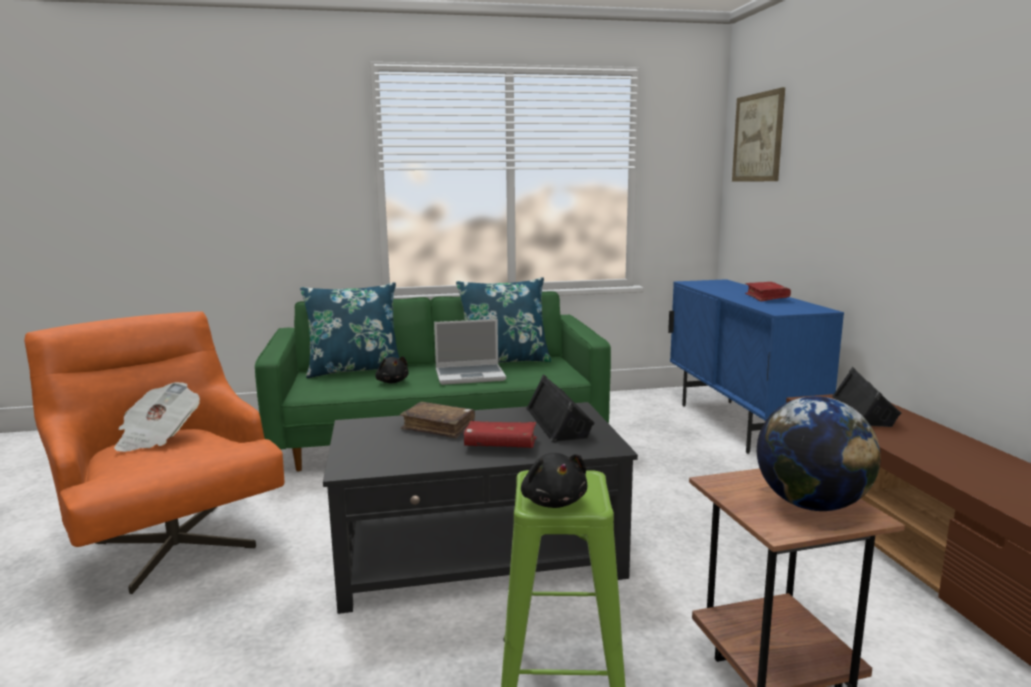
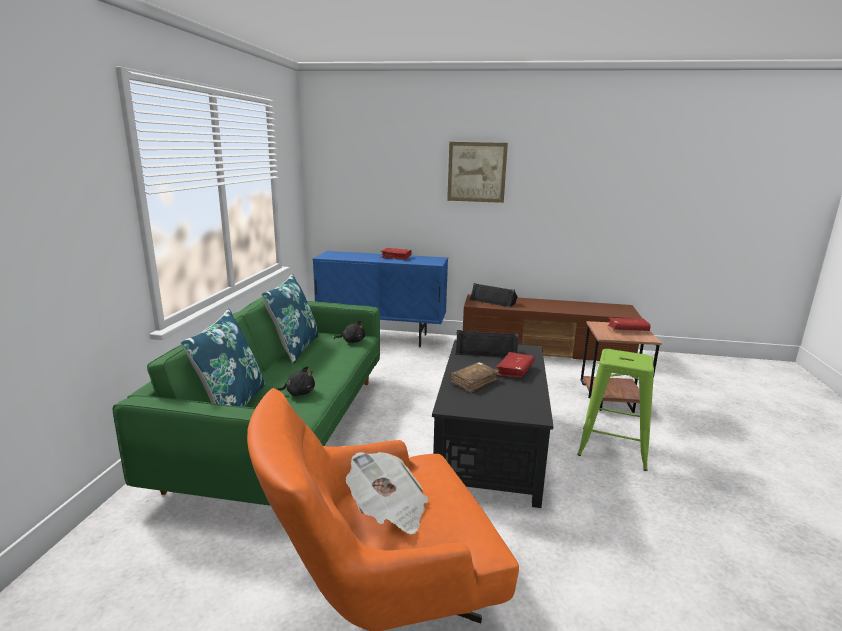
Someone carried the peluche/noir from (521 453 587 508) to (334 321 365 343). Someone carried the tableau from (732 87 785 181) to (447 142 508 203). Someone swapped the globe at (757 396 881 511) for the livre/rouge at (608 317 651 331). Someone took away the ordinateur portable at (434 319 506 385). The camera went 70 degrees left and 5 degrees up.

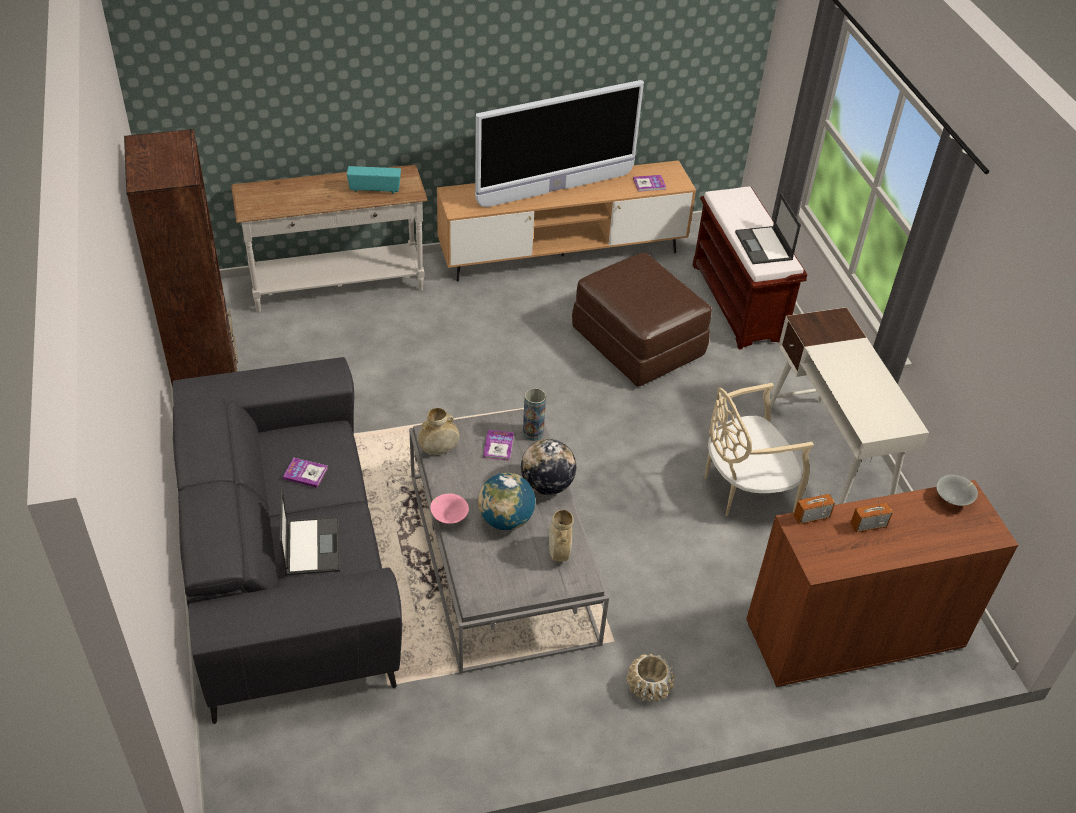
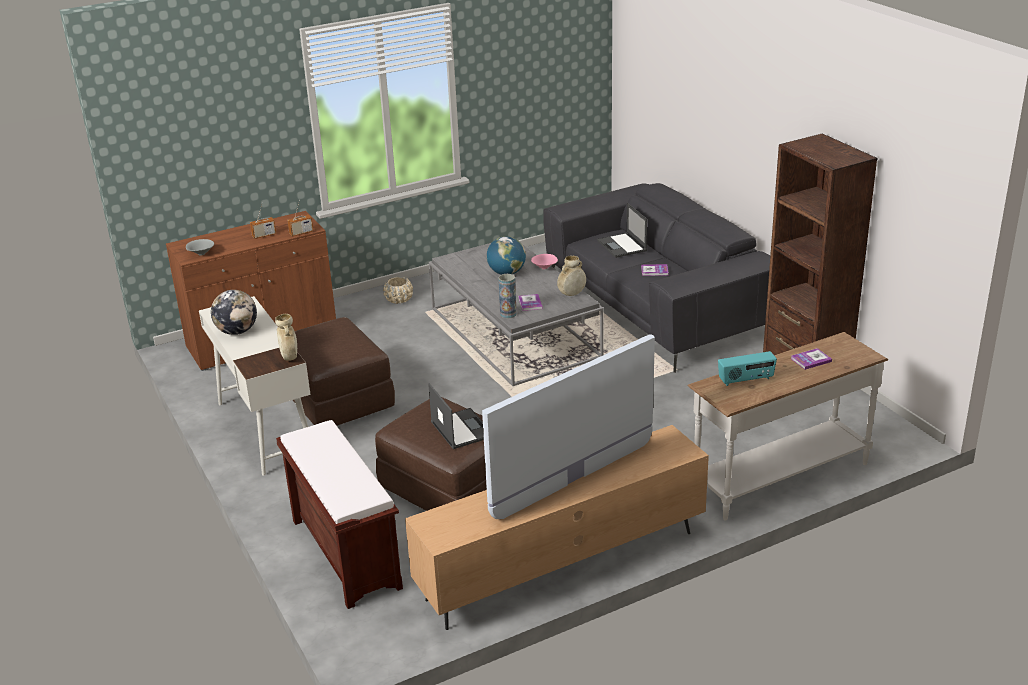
Someone carried the globe from (521 439 576 495) to (211 290 257 335). Someone carried the vase/beige from (549 510 574 562) to (275 314 297 361). Someone swapped the chaise/beige at (704 383 814 516) for the pouf/marron at (293 317 395 426). Someone carried the ordinateur portable from (735 193 801 264) to (428 383 484 449). Someone carried the livre from (633 175 666 192) to (791 348 832 370). The camera went 170 degrees right and 15 degrees down.

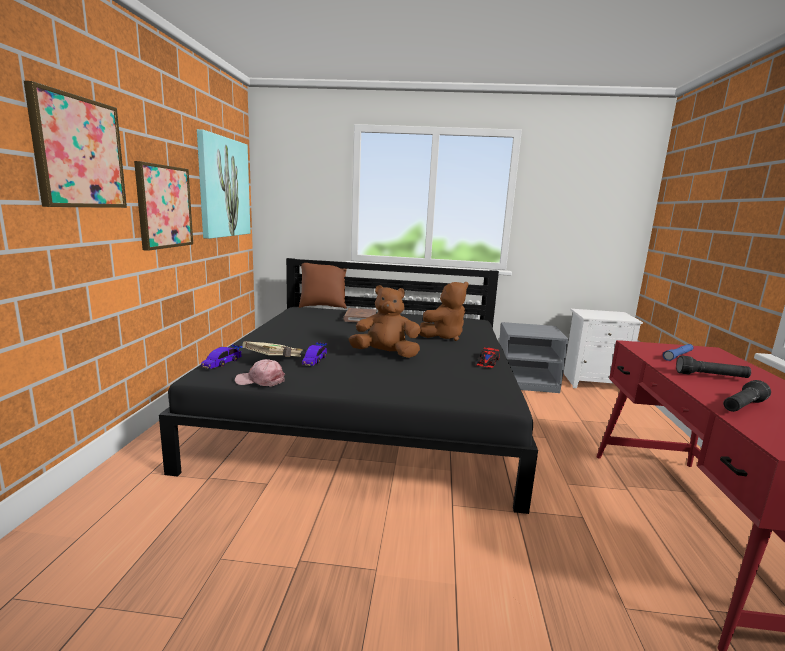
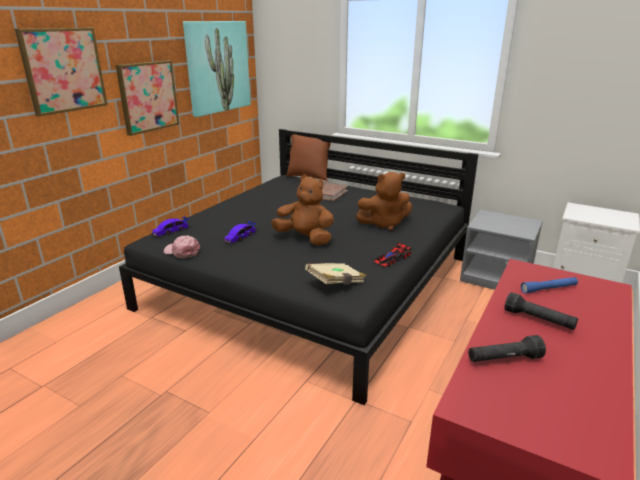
Someone carried the livre/beige from (242 341 303 357) to (305 263 366 285). The camera went 25 degrees right and 10 degrees up.

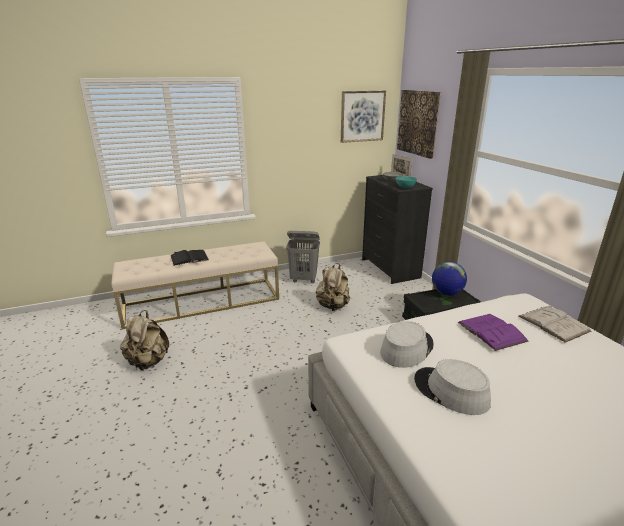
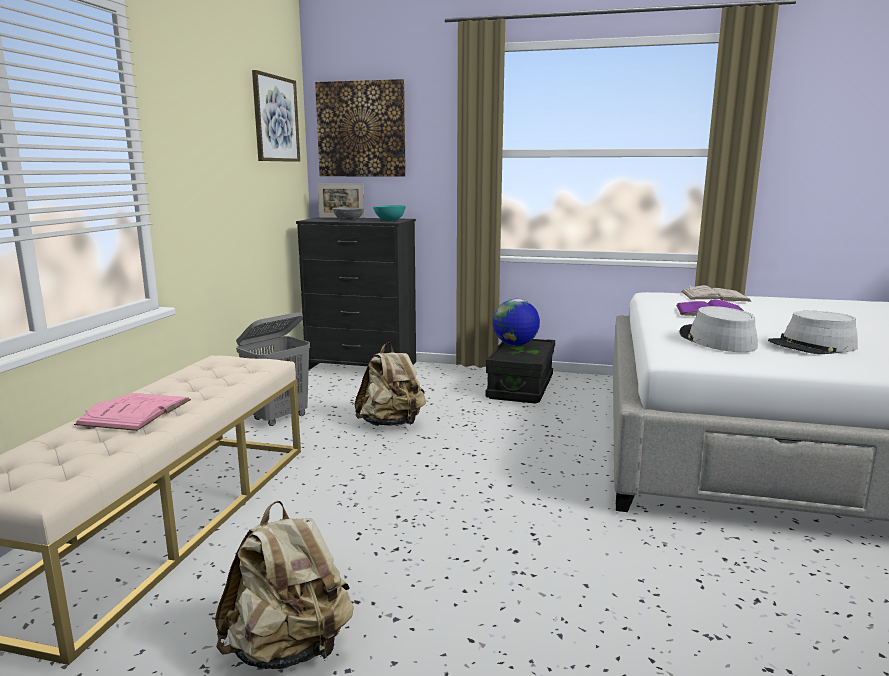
Someone repainted the livre/noir at (170 250 209 266), which became the livre/rose at (74 393 191 431). The camera went 55 degrees left and 10 degrees down.

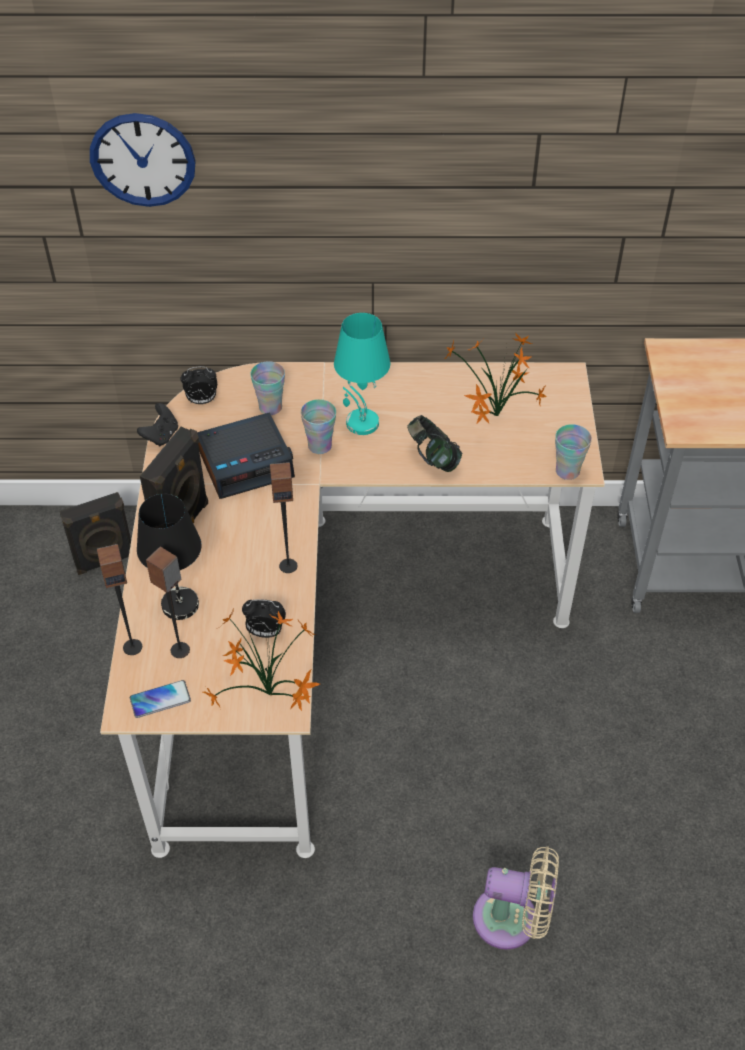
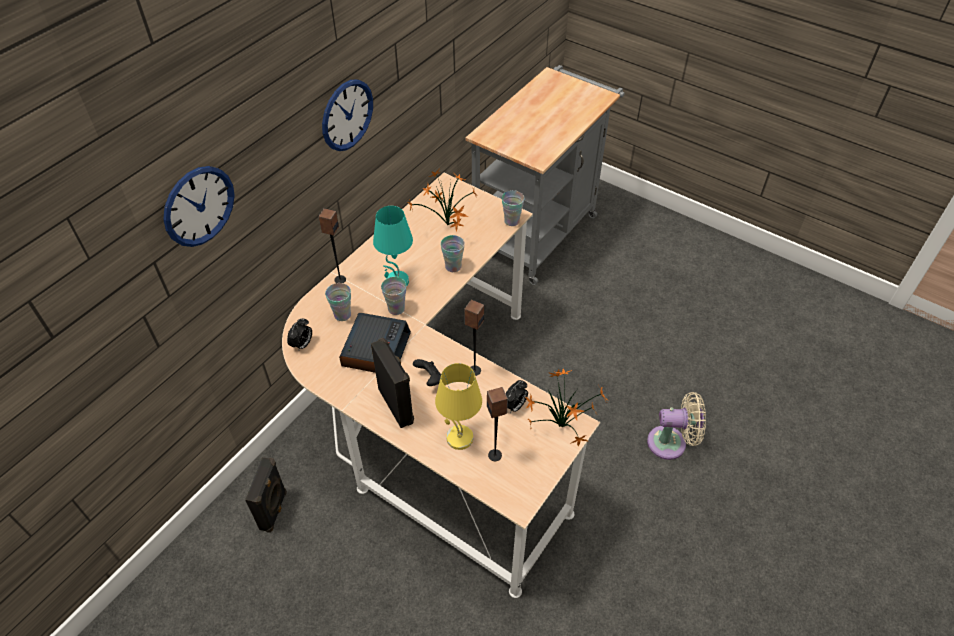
Someone carried the enceinte from (97 544 142 655) to (318 208 346 283). Someone put up the horloge murale at (322 80 373 151). Someone carried the manette/noir from (137 403 178 447) to (413 359 441 386). Someone repainted the lampe de table/noir at (137 494 202 620), which became the lampe de table/jaune at (435 363 482 450). Someone swapped the casque audio at (407 415 462 472) for the tasse at (441 235 465 272). Someone rotated the ventilateur/beige at (473 846 559 950) by 45 degrees clockwise. Someone took away the téléphone at (130 680 191 718). The camera went 55 degrees left and 0 degrees up.

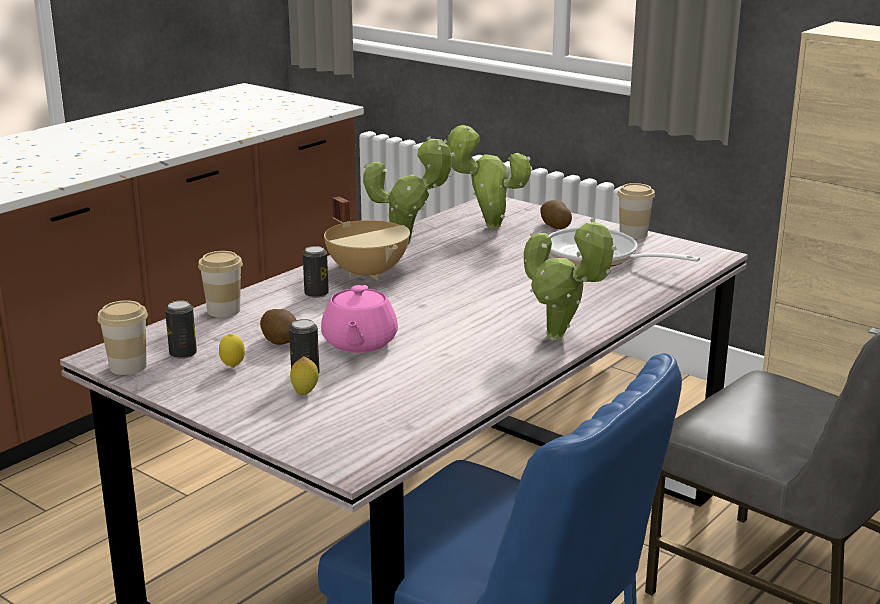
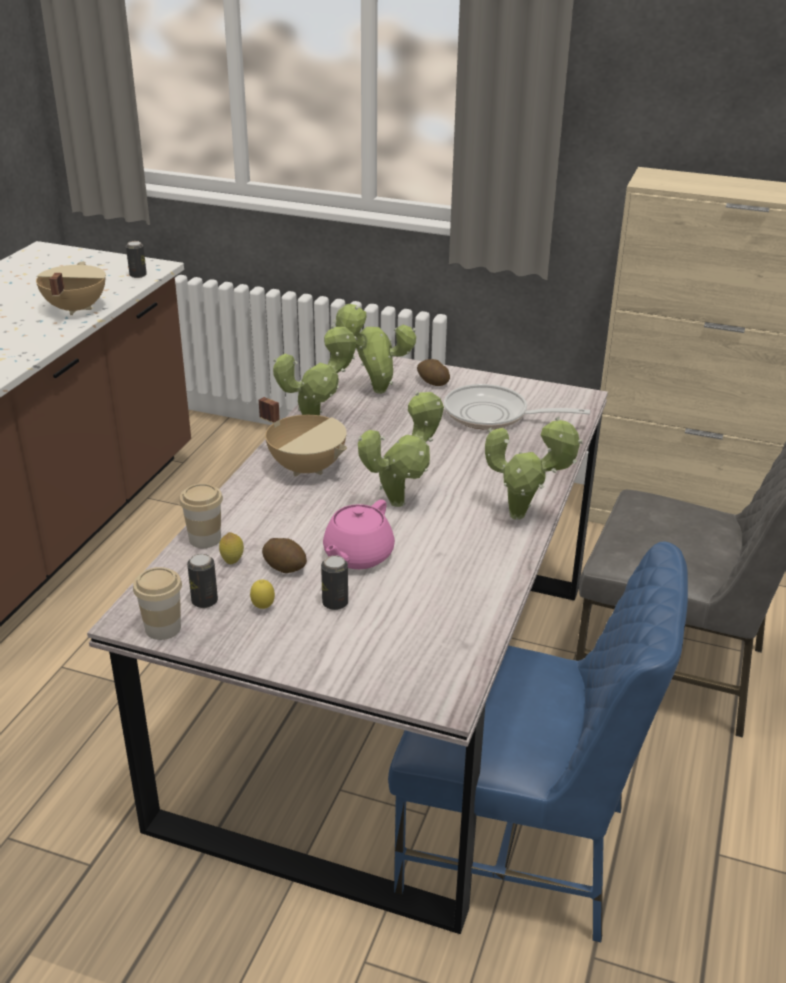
Someone put down the marmite/beige at (36 262 106 315). Someone carried the boîte métallique from (303 246 329 298) to (126 241 147 278). Someone carried the citron from (290 356 318 395) to (219 532 244 564). Someone rotated the théière/rose at (321 285 398 353) by 45 degrees clockwise. Someone put down the plante en pot at (358 391 444 507). Someone took away the tasse at (617 183 655 239). The camera went 20 degrees left and 10 degrees up.

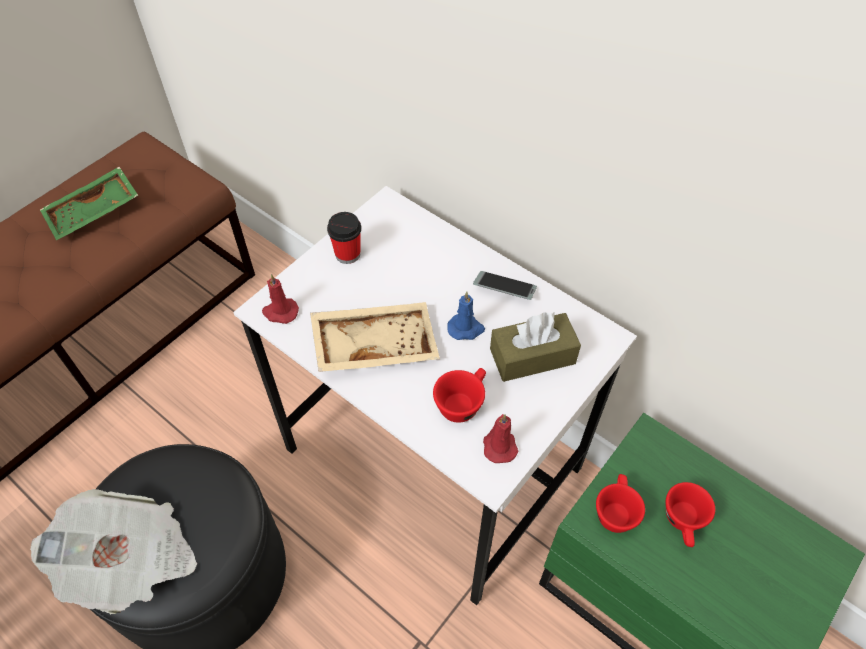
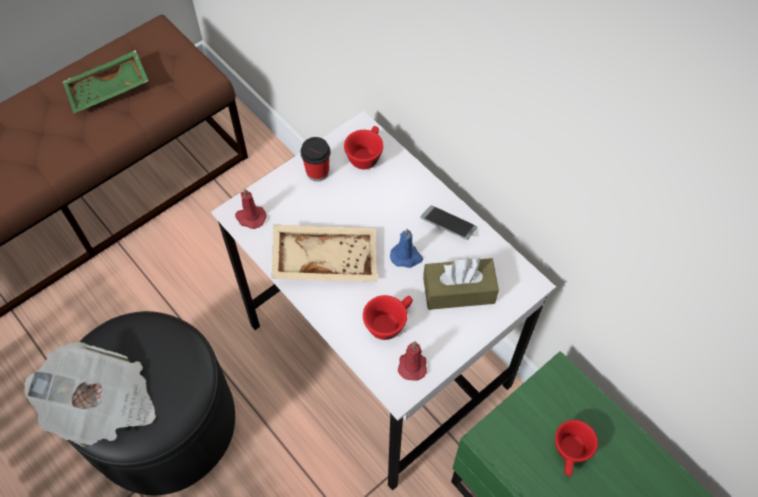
Someone carried the tasse/rouge from (596 474 645 533) to (344 126 383 169). The camera went 10 degrees right and 5 degrees up.

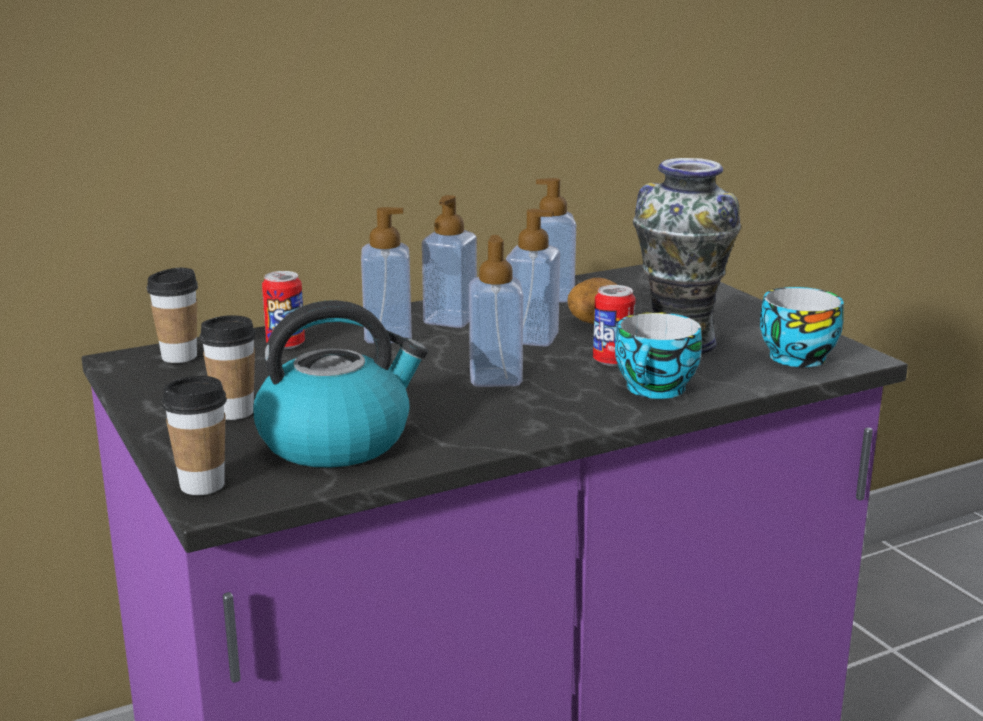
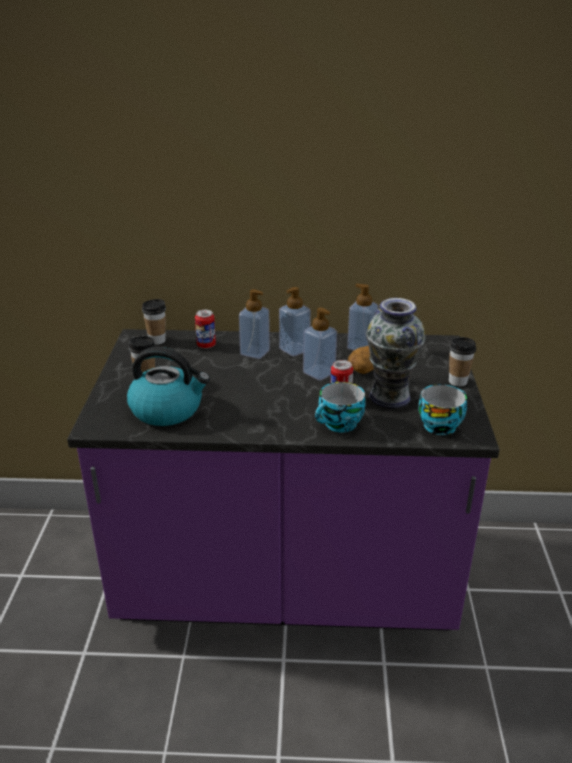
Someone carried the tasse from (162 376 227 495) to (449 337 476 386). Someone took away the distributeur de savon at (469 235 523 387). The camera went 30 degrees right and 10 degrees up.

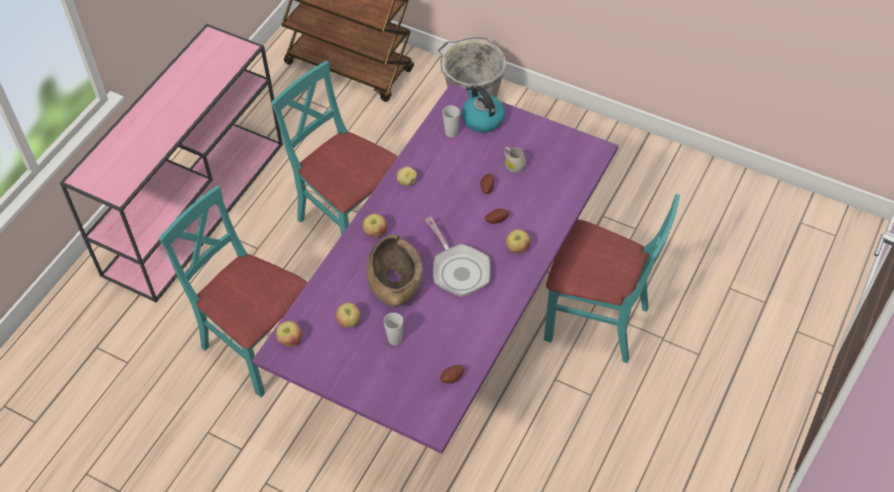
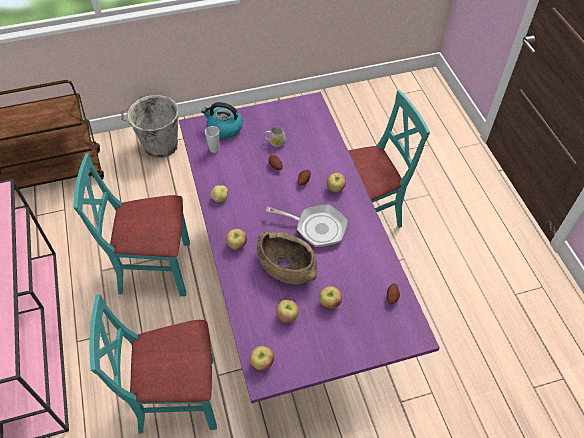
Someone swapped the tasse at (384 313 403 345) for the pomme at (319 286 342 309). The camera went 45 degrees left and 0 degrees up.

